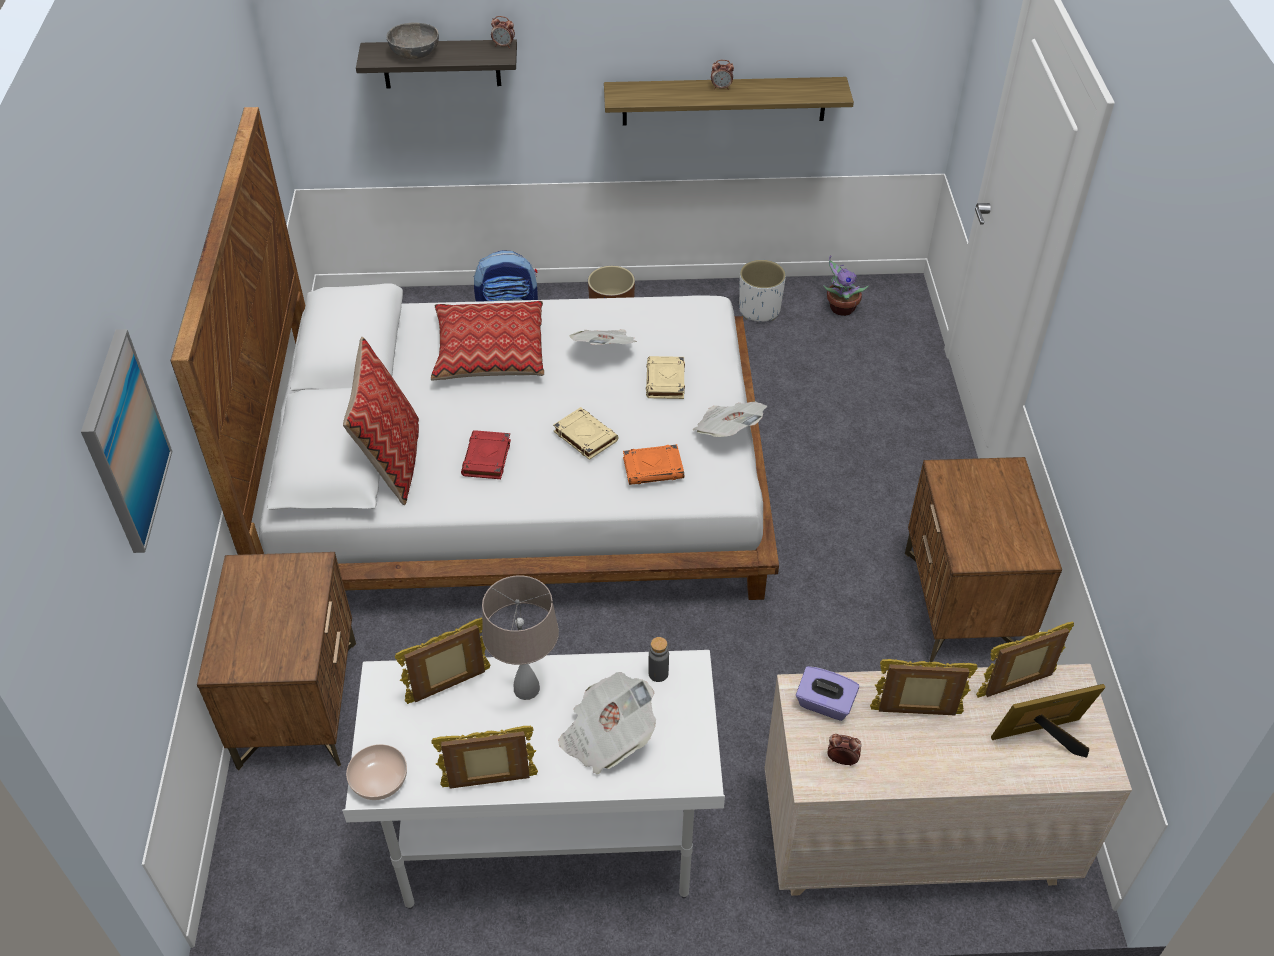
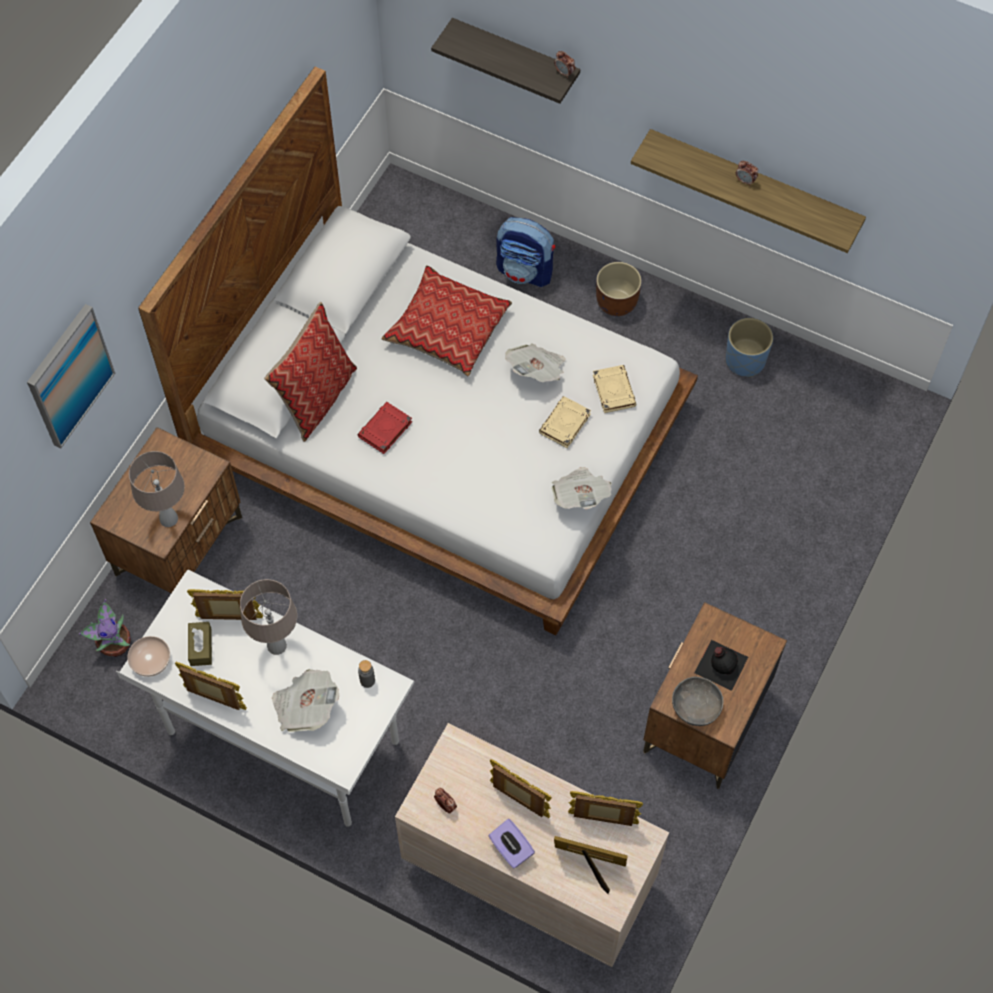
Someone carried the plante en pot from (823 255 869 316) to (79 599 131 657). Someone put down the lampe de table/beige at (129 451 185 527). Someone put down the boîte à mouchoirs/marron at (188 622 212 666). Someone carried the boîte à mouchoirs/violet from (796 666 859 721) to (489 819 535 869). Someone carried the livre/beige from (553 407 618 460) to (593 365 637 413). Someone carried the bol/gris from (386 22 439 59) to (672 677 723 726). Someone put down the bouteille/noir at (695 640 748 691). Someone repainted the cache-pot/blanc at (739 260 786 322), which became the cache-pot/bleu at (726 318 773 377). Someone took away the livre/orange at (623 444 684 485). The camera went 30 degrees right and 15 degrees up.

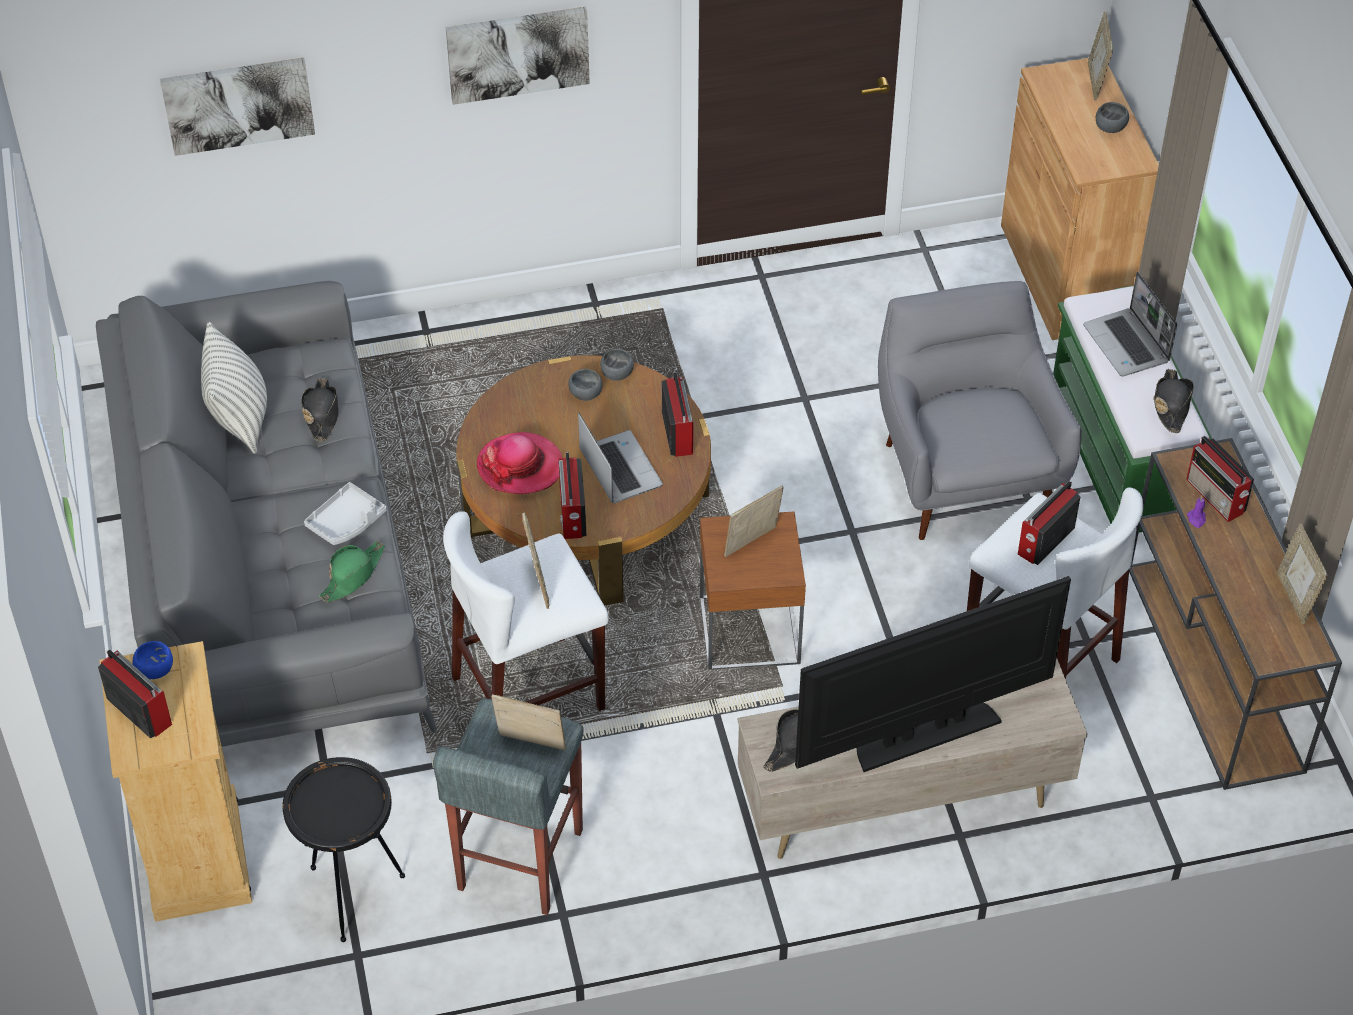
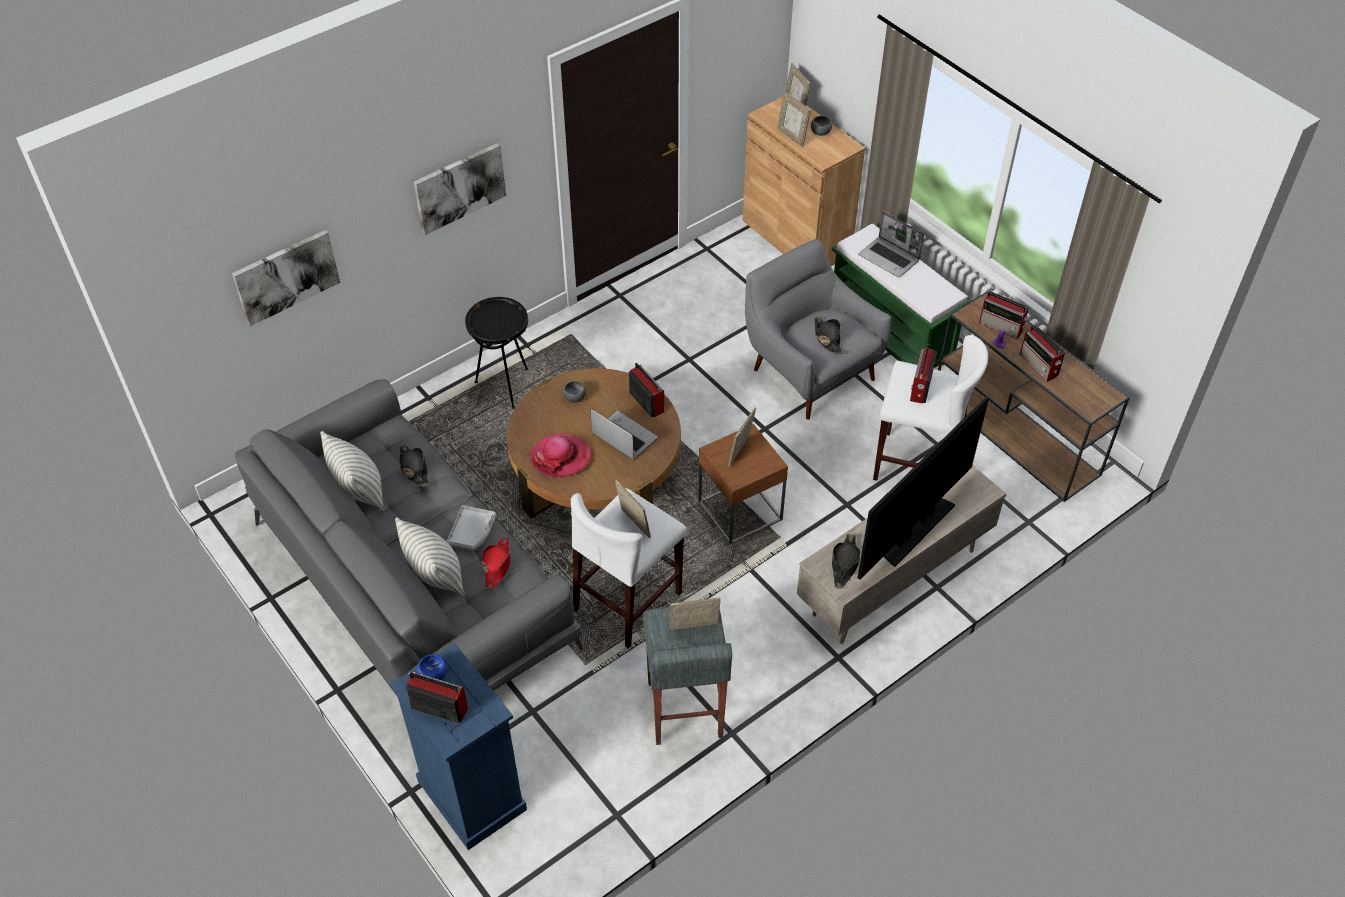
Someone repainted the commode/beige at (99 641 252 922), which became the commode/bleu at (390 643 527 850). Someone put down the coussin at (395 517 465 596). Someone carried the table d'appoint/noir from (282 757 405 942) to (465 297 528 409). Someone repainted the chapeau/vert at (319 541 385 603), which became the chapeau/rouge at (482 537 510 589). Someone carried the cadre photo from (1277 524 1328 624) to (777 91 811 147). Someone carried the chapeau/noir from (1153 369 1194 433) to (814 317 843 354). Someone carried the radio from (558 452 586 539) to (1020 324 1065 382). Someone took away the bol/gris at (600 349 634 381). The camera went 25 degrees left and 0 degrees up.

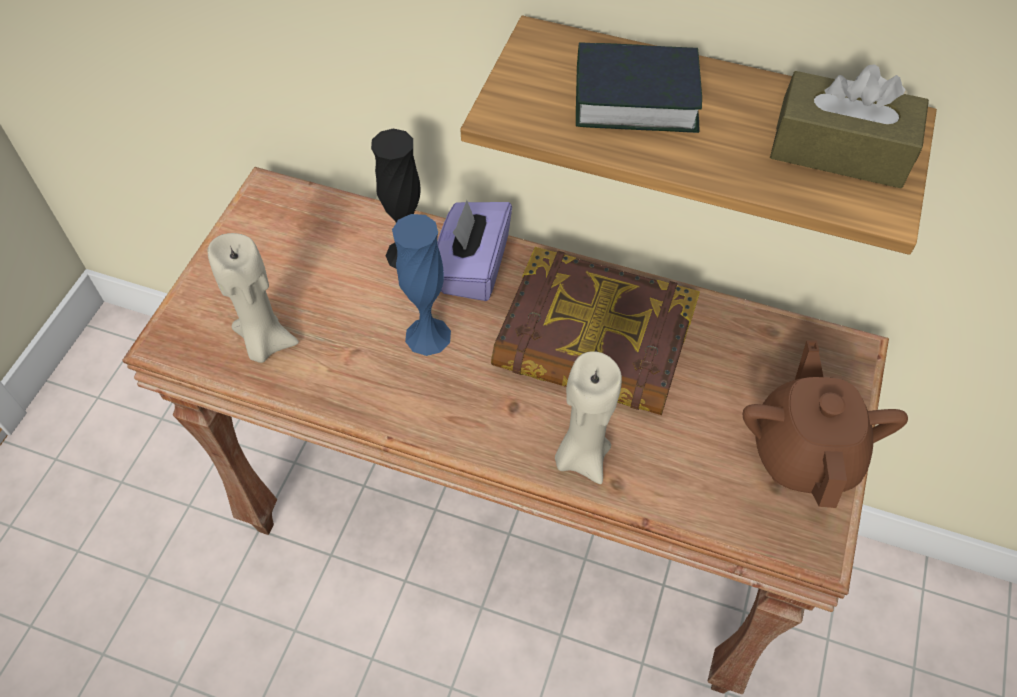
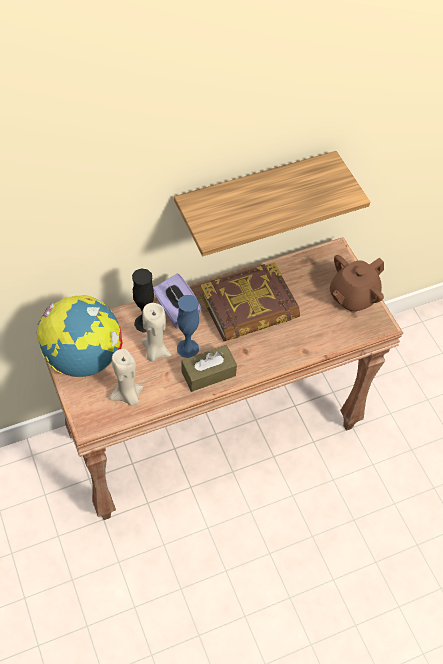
Someone put down the globe at (38 295 123 377). Someone carried the bougie/beige from (555 351 622 484) to (141 303 171 362). Someone carried the boîte à mouchoirs/marron from (770 64 929 188) to (181 345 237 392). Someone rotated the théière/marron at (743 340 908 508) by 90 degrees counterclockwise. Someone took away the livre at (576 42 702 133). The camera went 45 degrees left and 0 degrees up.

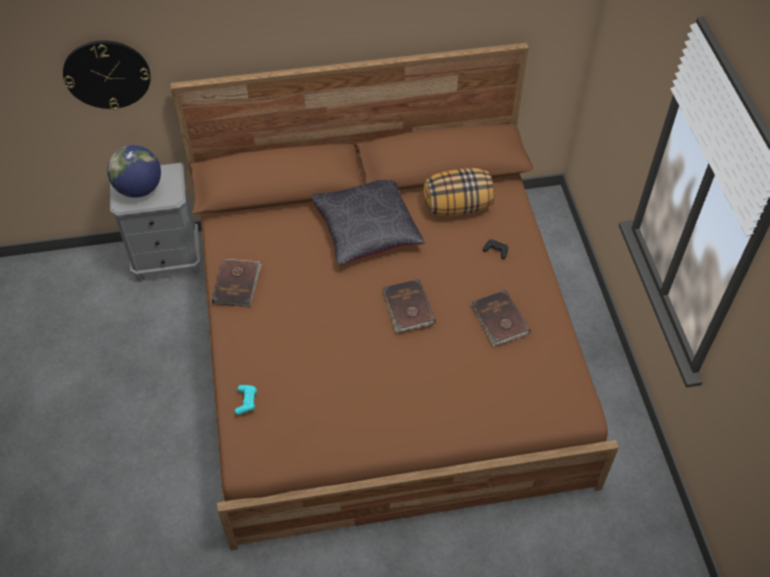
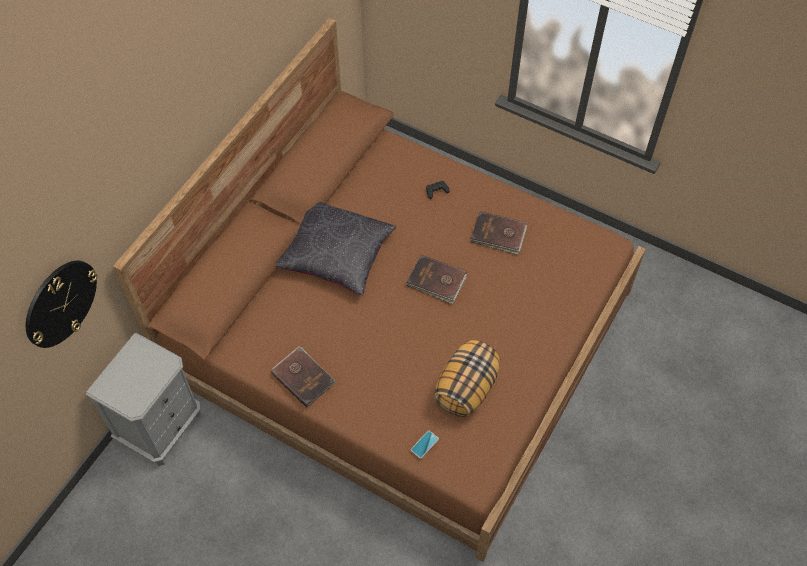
Someone swapped the manette/turquoise at (235 385 257 415) for the téléphone at (411 431 439 458). Someone carried the coussin from (423 168 495 216) to (434 340 500 417). Someone took away the globe at (107 145 161 198). The camera went 50 degrees left and 5 degrees up.

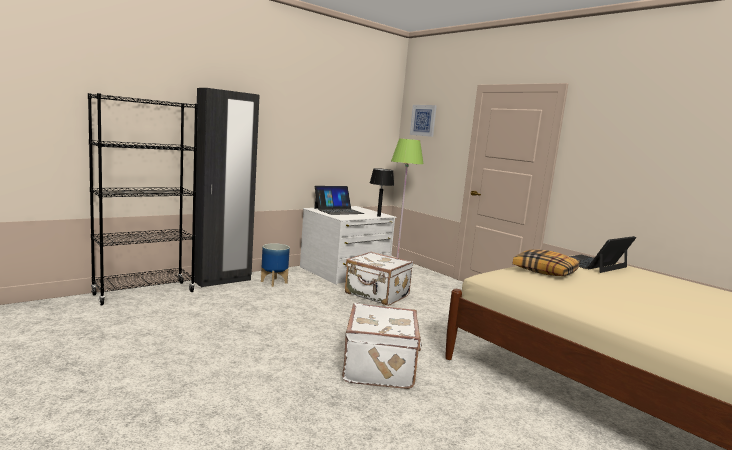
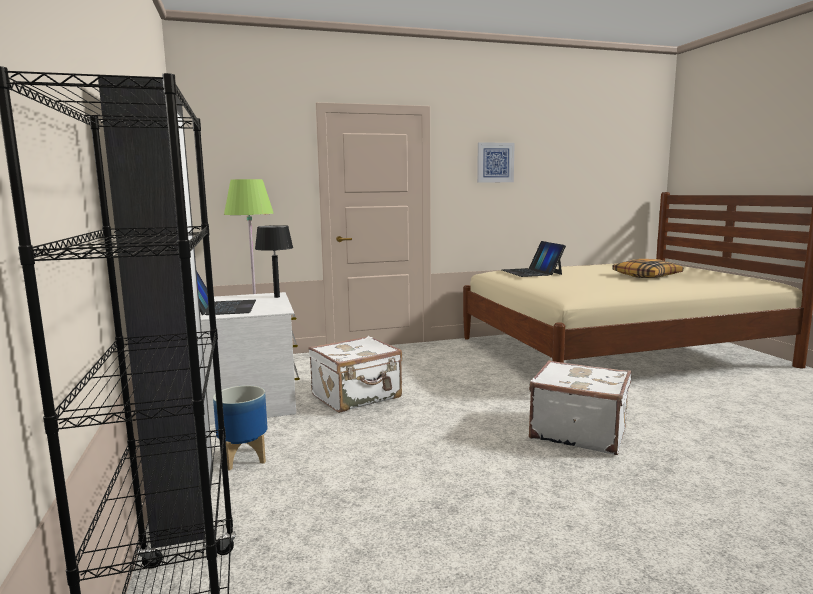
Someone carried the tableau from (410 105 437 137) to (477 142 515 183). Someone carried the coussin from (512 249 580 276) to (612 259 683 278). The camera went 65 degrees left and 0 degrees up.

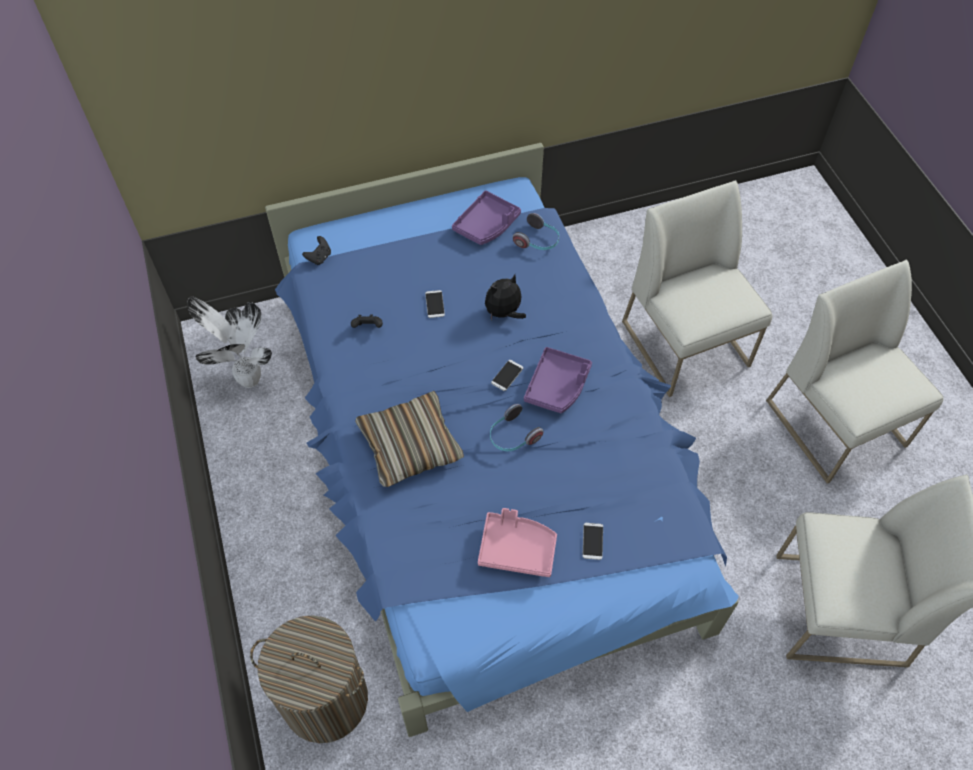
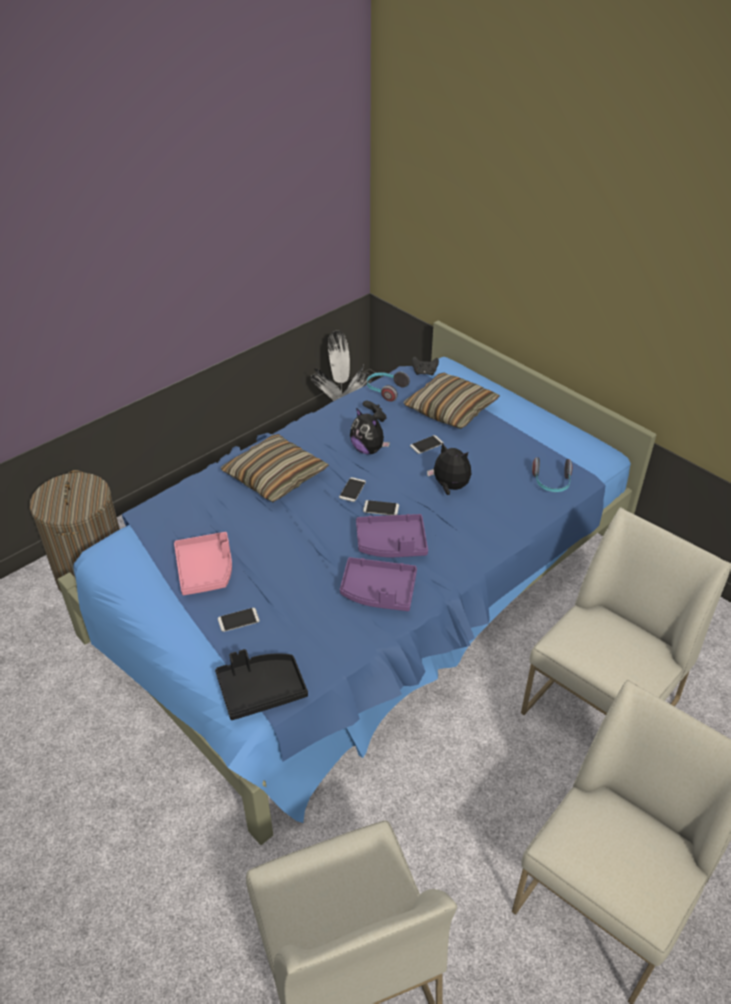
Someone put down the plateau/noir at (215 649 308 720). Someone put down the téléphone at (339 477 366 502). Someone carried the plateau/violet from (452 190 521 245) to (340 557 417 611). Someone put down the peluche at (350 408 390 454). Someone carried the casque audio from (490 404 544 451) to (367 371 410 402). Someone put down the coussin at (403 373 500 429). The camera went 65 degrees right and 15 degrees down.

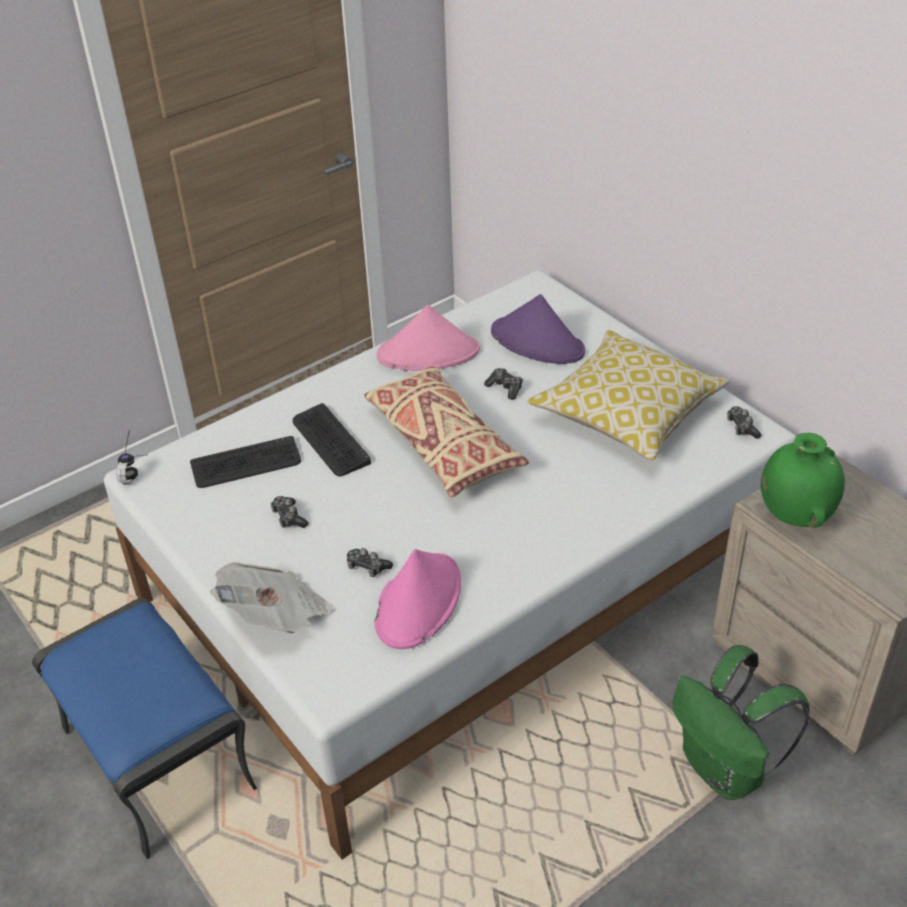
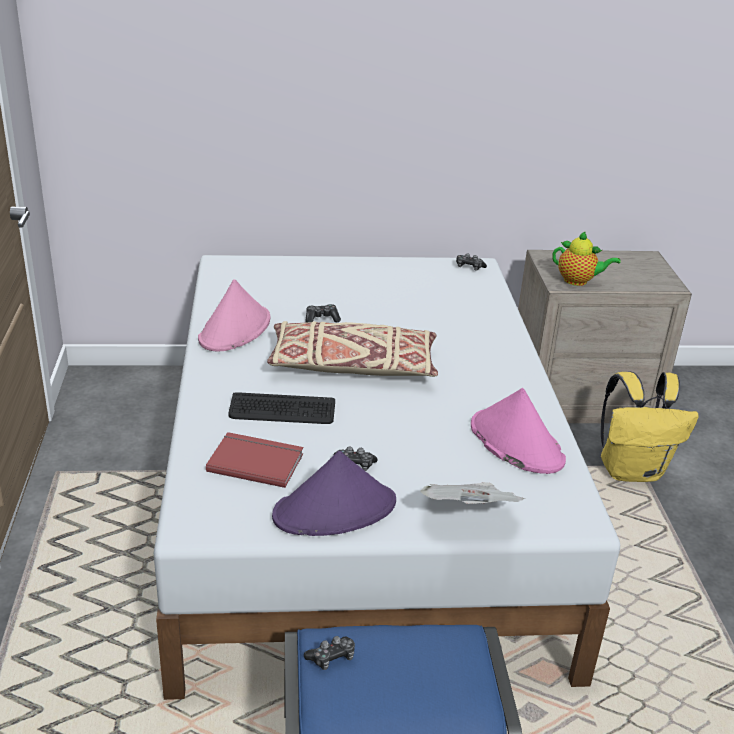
Someone swapped the clavier at (190 436 301 488) for the livre/rouge at (206 432 303 488). Someone carried the chapeau/violet from (491 294 585 364) to (272 451 396 536). Someone carried the manette from (347 548 393 577) to (304 636 355 670). Someone swapped the vase/vert at (761 433 845 528) for the théière at (552 231 621 286). Someone repainted the sac à dos/vert at (673 645 810 800), which became the sac à dos/jaune at (601 372 699 482). Someone took away the casque audio at (116 430 148 485). Someone took away the coussin at (527 330 730 461). The camera went 60 degrees left and 10 degrees down.

